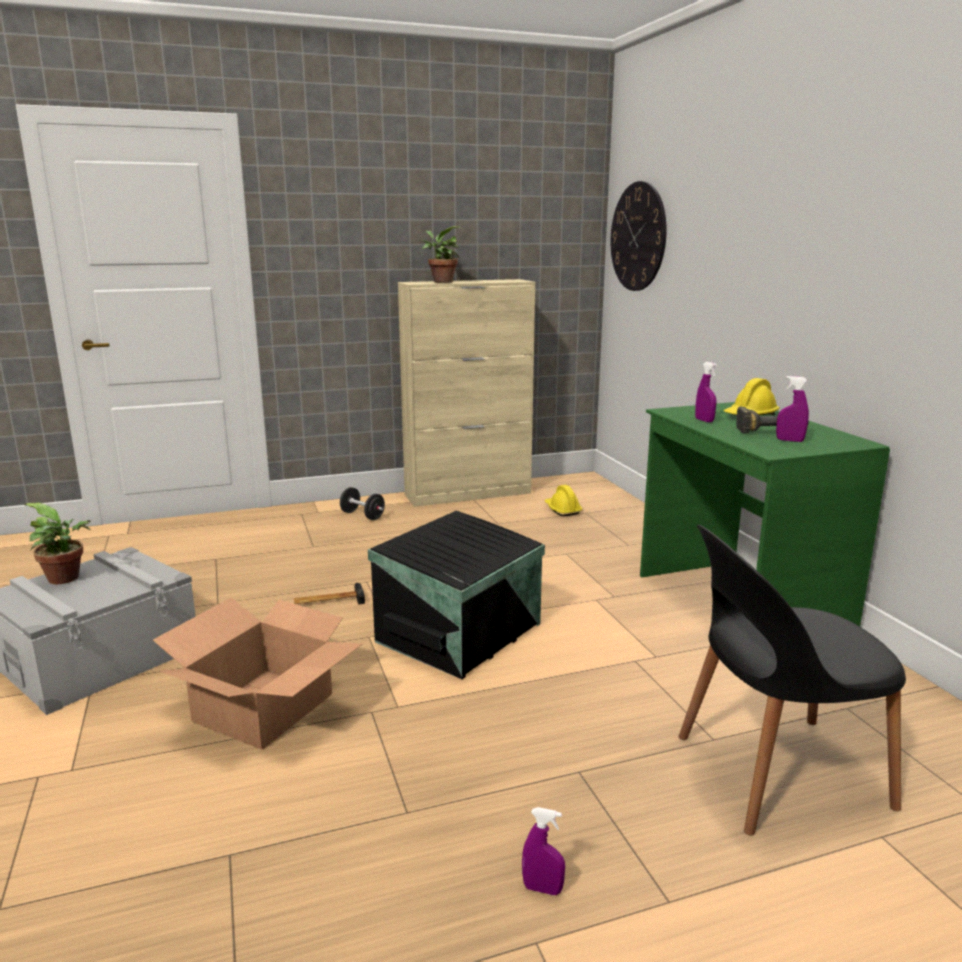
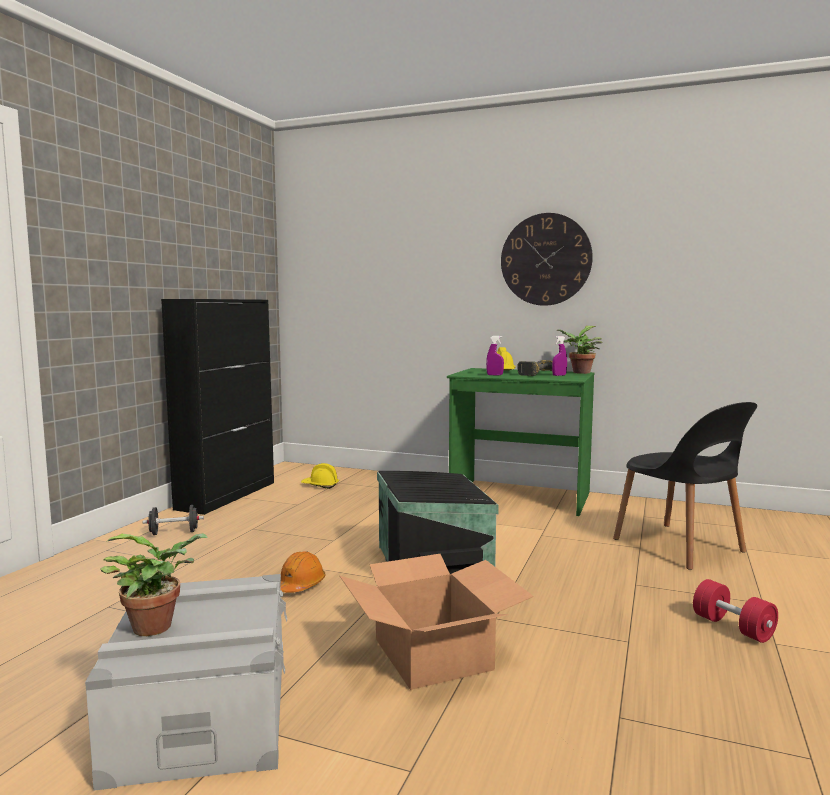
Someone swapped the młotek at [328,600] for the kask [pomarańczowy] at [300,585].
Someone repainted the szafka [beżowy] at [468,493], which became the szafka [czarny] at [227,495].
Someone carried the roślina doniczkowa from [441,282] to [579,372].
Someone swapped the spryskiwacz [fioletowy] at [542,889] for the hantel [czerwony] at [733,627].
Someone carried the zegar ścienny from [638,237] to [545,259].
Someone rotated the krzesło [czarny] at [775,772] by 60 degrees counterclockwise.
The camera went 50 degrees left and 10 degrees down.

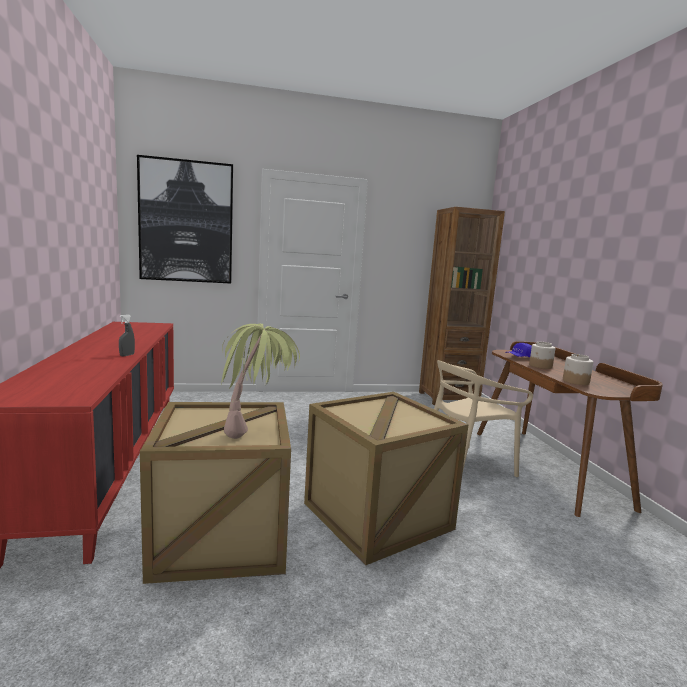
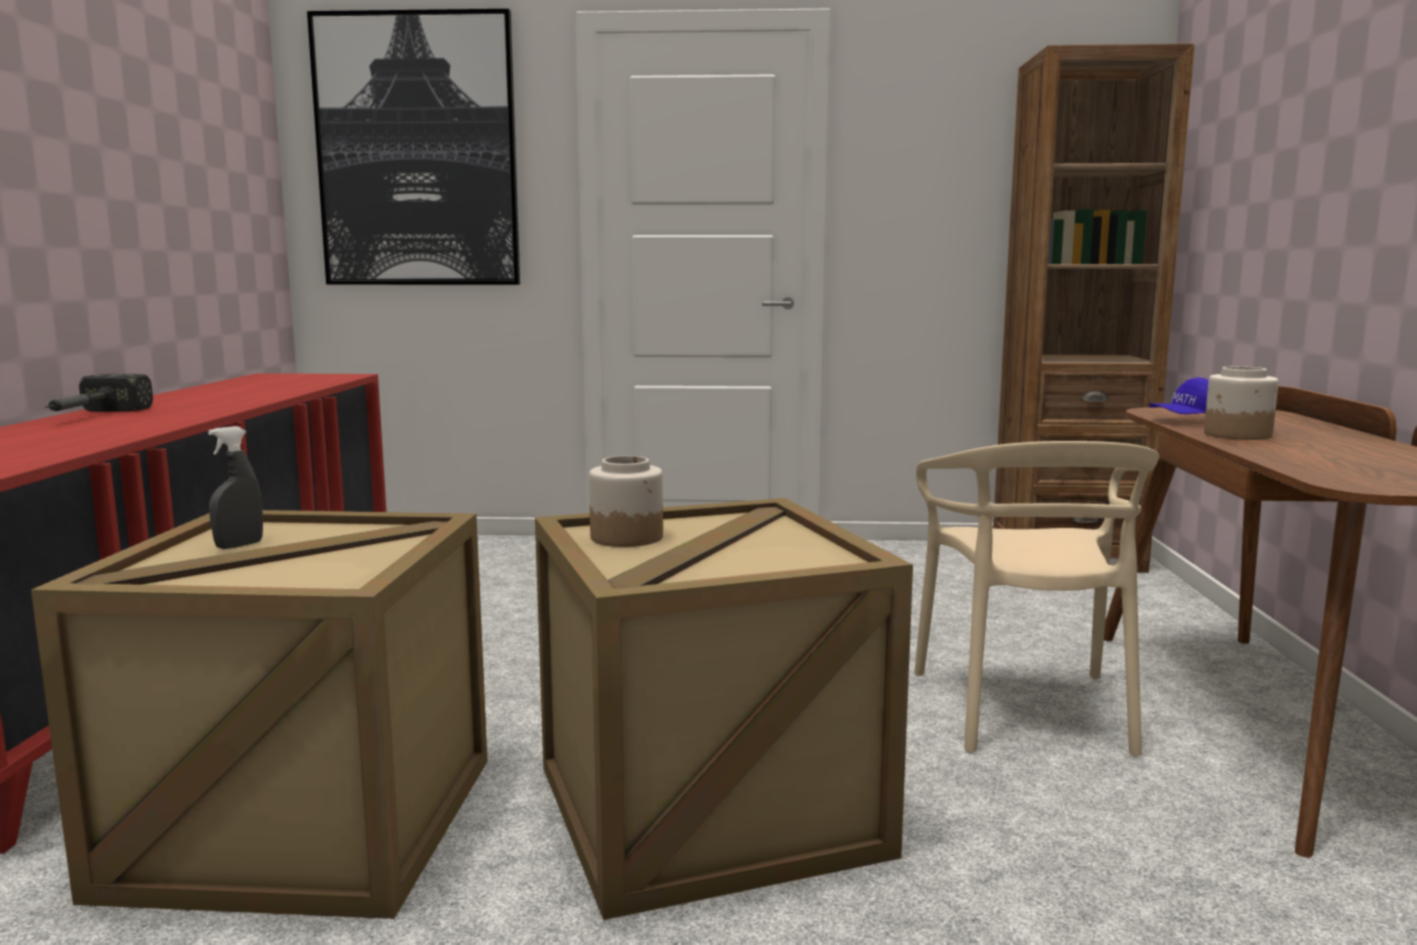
Someone carried the spryskiwacz [szary] from [127,355] to [239,545].
Someone took away the roślina doniczkowa at [257,430].
Someone rotated the krzesło [beżowy] at [466,465] by 75 degrees counterclockwise.
Someone carried the słoik from [575,381] to [627,537].
Someone put down the młotek at [91,416].
The camera went 15 degrees right and 0 degrees up.

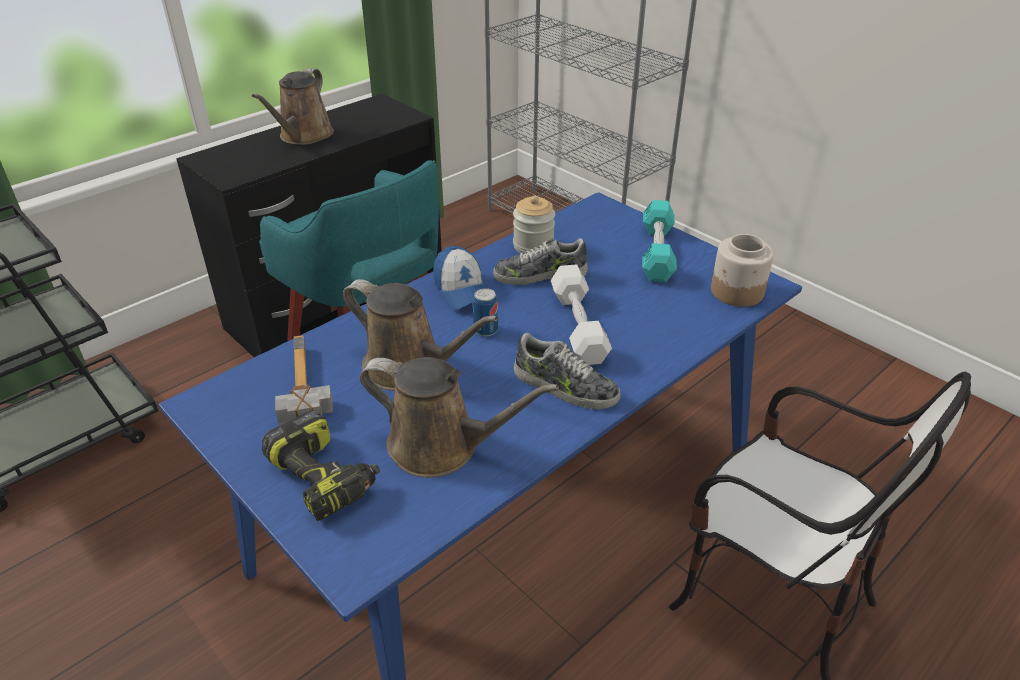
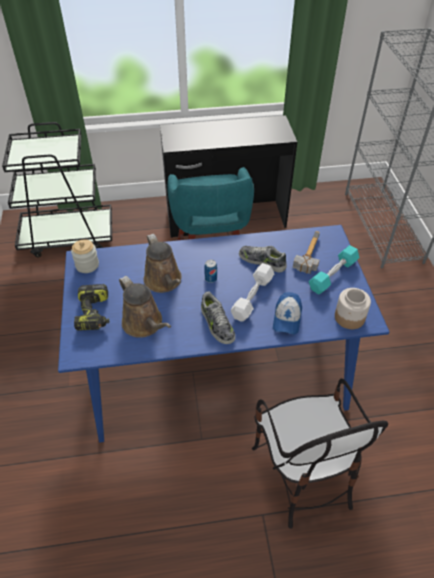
Someone took away the konewka [brązowy] at [303,136].
Someone carried the młotek from [297,389] to [306,254].
Someone carried the czapka z daszkiem from [461,290] to [287,318].
Someone carried the słoik from [533,246] to [87,265].
The camera went 35 degrees right and 10 degrees up.

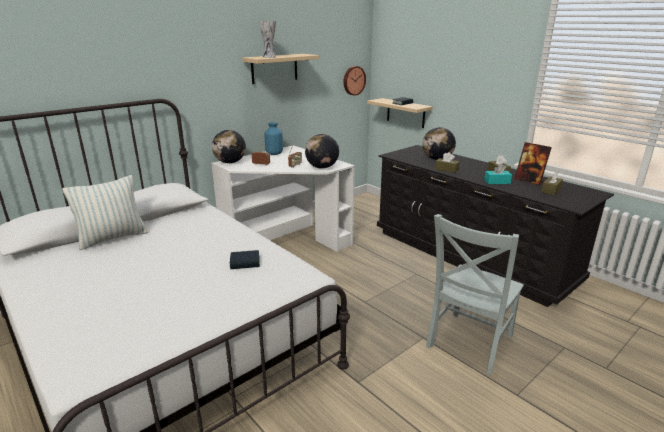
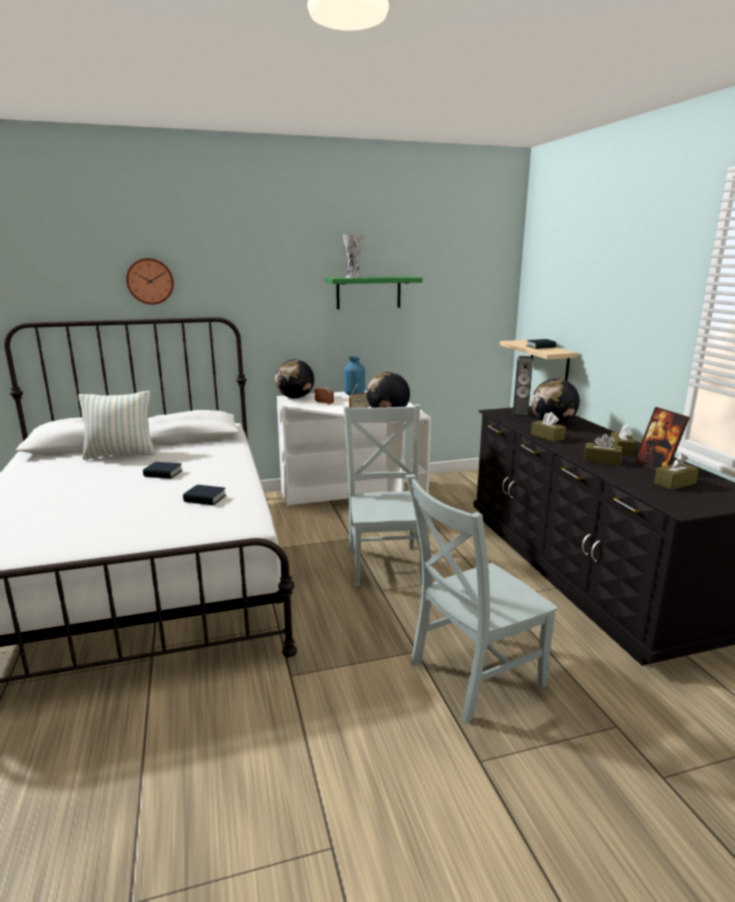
Someone repainted the półka [beżowy] at [274,68], which became the półka [zielony] at [368,292].
Someone carried the zegar ścienny from [353,80] to [150,281].
Someone repainted the pudełko chusteczek [turkusowy] at [497,182], which became the pudełko chusteczek [brązowy] at [601,461].
Someone put down the książka at [163,474].
Someone put down the krzesło [szary] at [385,562].
Someone put down the głośnik at [520,414].
The camera went 25 degrees right and 5 degrees down.

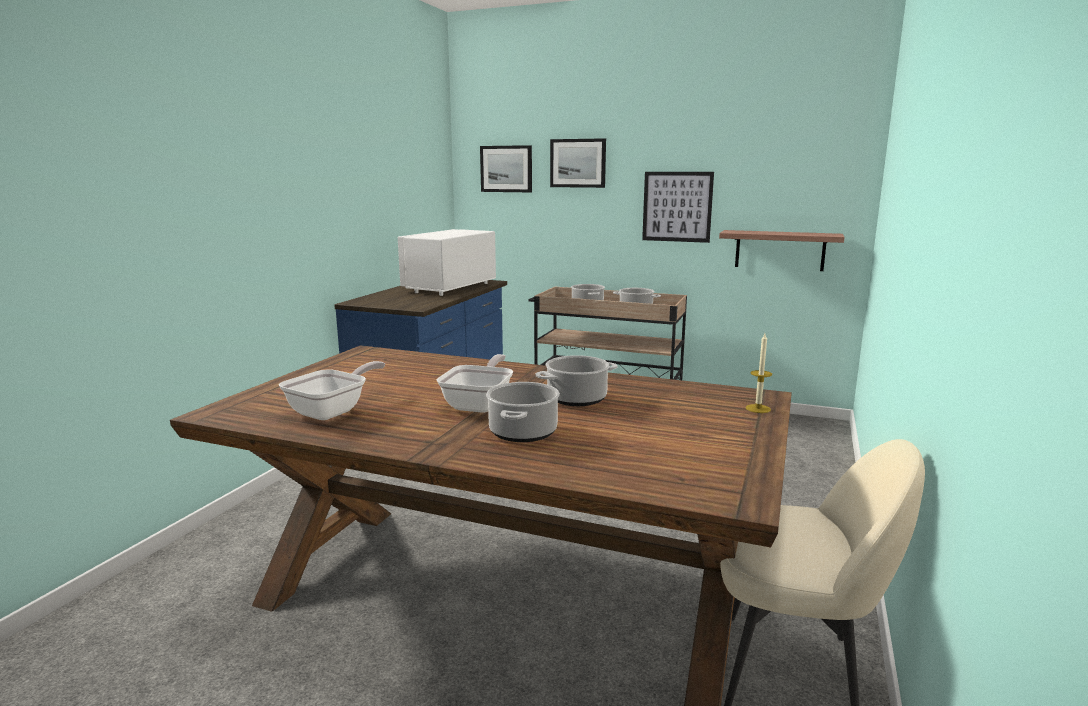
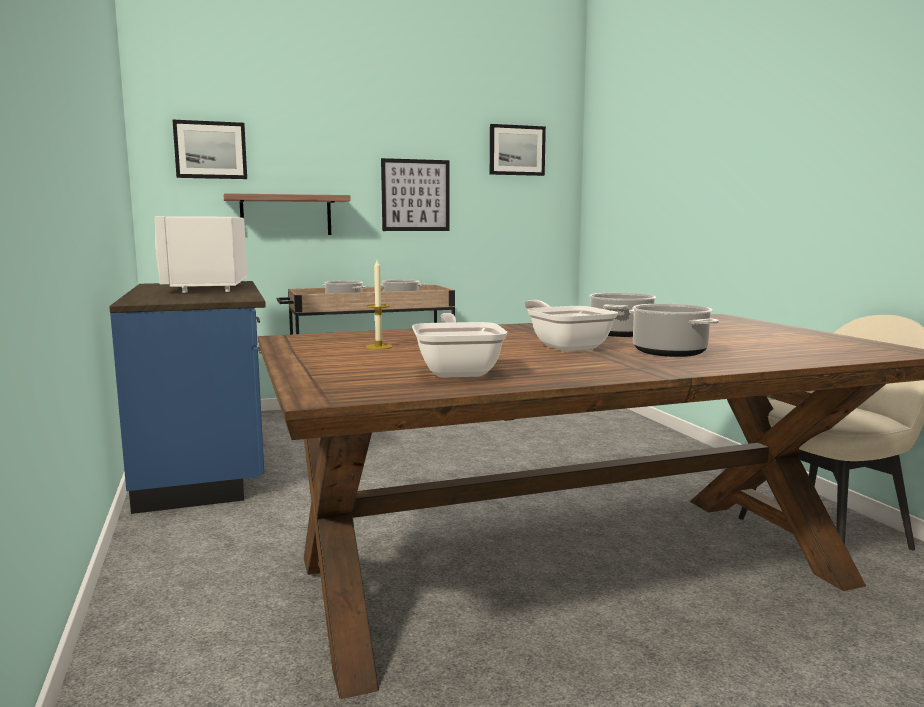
Someone carried the obraz from [578,163] to [516,150].
Someone carried the półka from [779,250] to [286,215].
Someone carried the świeca from [758,408] to [378,347].
The camera went 40 degrees left and 5 degrees down.

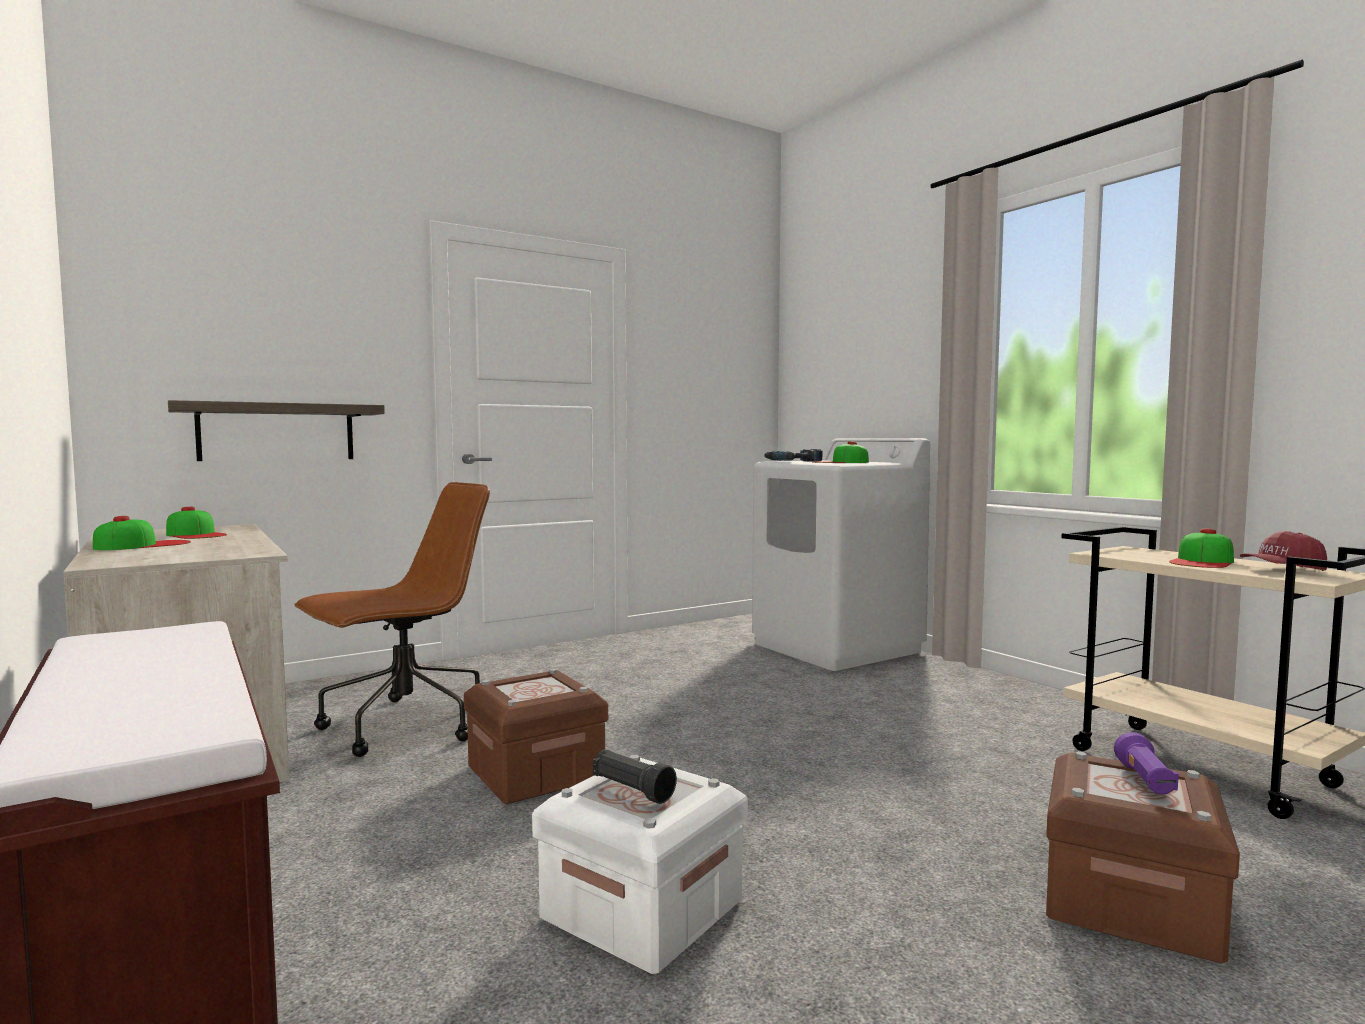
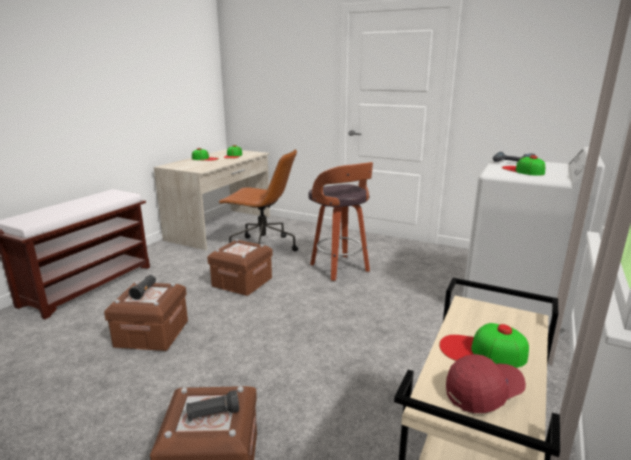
Someone took away the półka at [277,432].
Someone repainted the pojemnik do przechowywania [biały] at [642,909], which became the pojemnik do przechowywania [brązowy] at [152,334].
Someone repainted the latarka [fioletowy] at [1145,781], which became the latarka [czarny] at [213,414].
Someone rotated the czapka z daszkiem [czerwony] at [1282,569] by 105 degrees clockwise.
Someone put down the stołek at [340,269].
The camera went 60 degrees right and 15 degrees up.

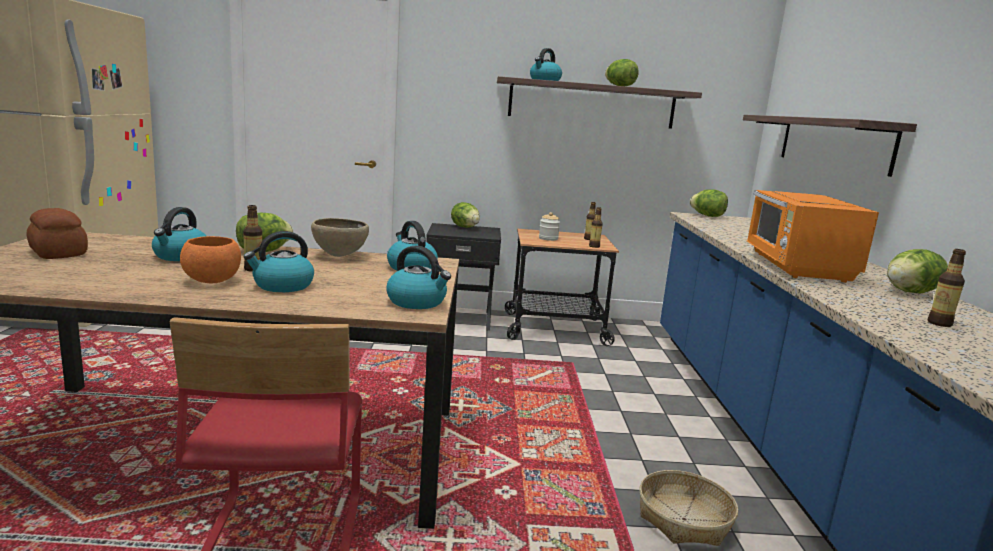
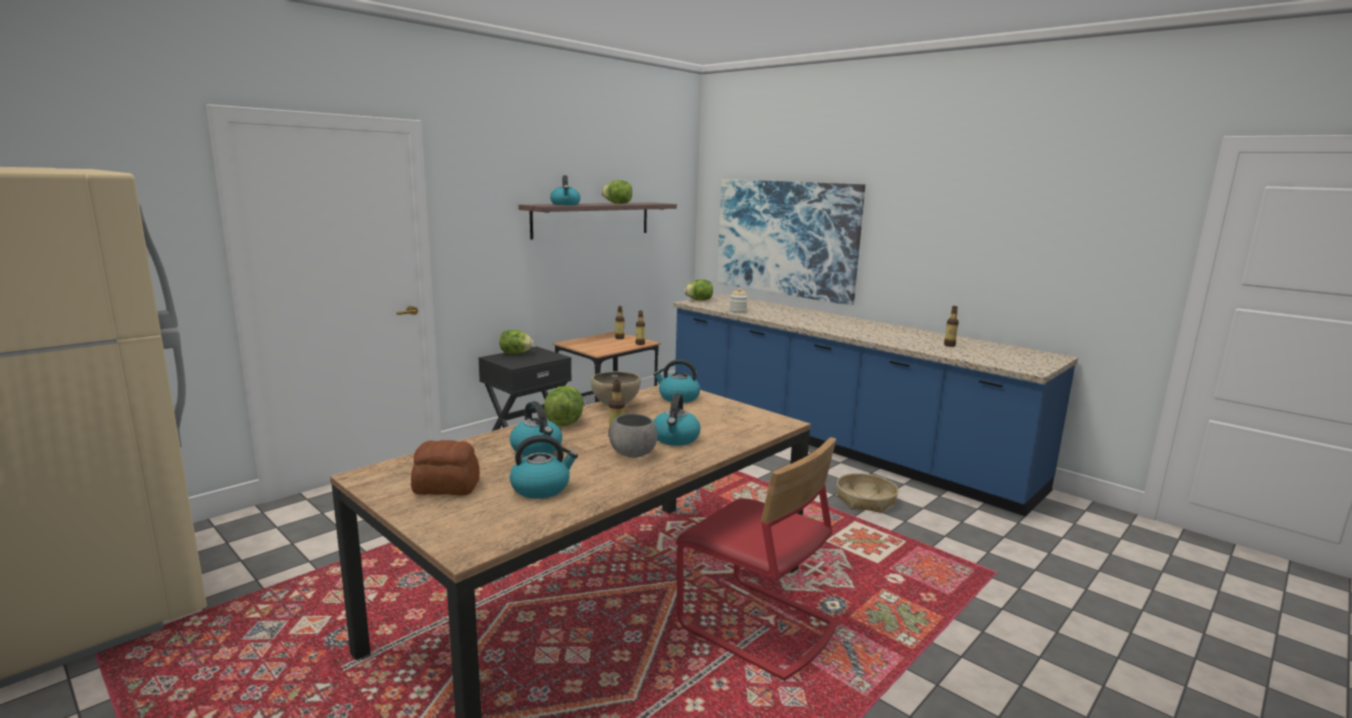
Someone repainted the miska [pomarańczowy] at [213,281], which became the miska [szary] at [633,454].
Someone carried the czajnik from [417,302] to [541,488].
Someone carried the słoik from [548,238] to [738,311].
Someone swapped the półka at [833,143] for the obraz at [785,238].
Someone took away the mikrofalówka [pomarańczowy] at [797,267].
Someone took away the sałata at [910,292].
The camera went 45 degrees left and 0 degrees up.

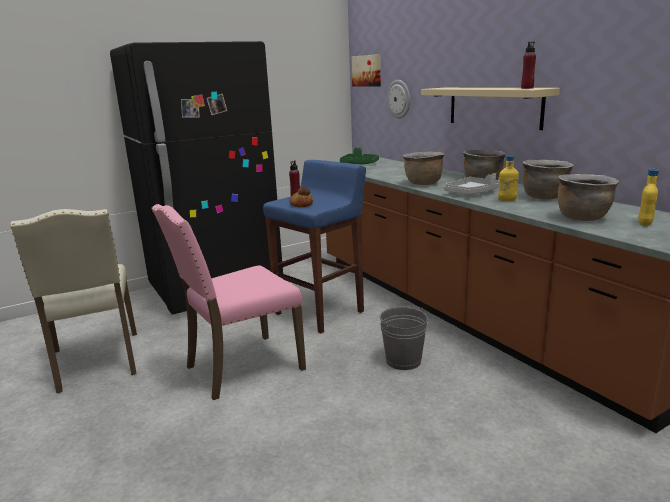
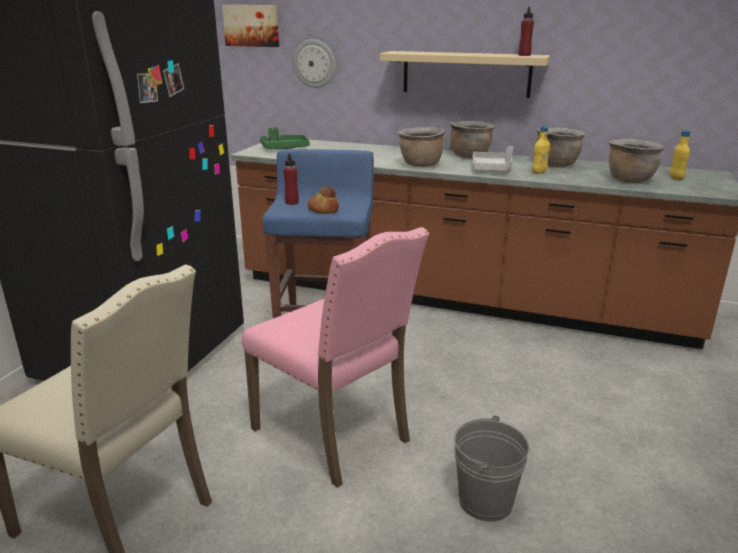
Someone rotated the krzesło [różowy] at [241,367] by 60 degrees counterclockwise.
Someone carried the wiadro [szary] from [403,360] to [485,501].
The camera went 40 degrees left and 5 degrees up.

